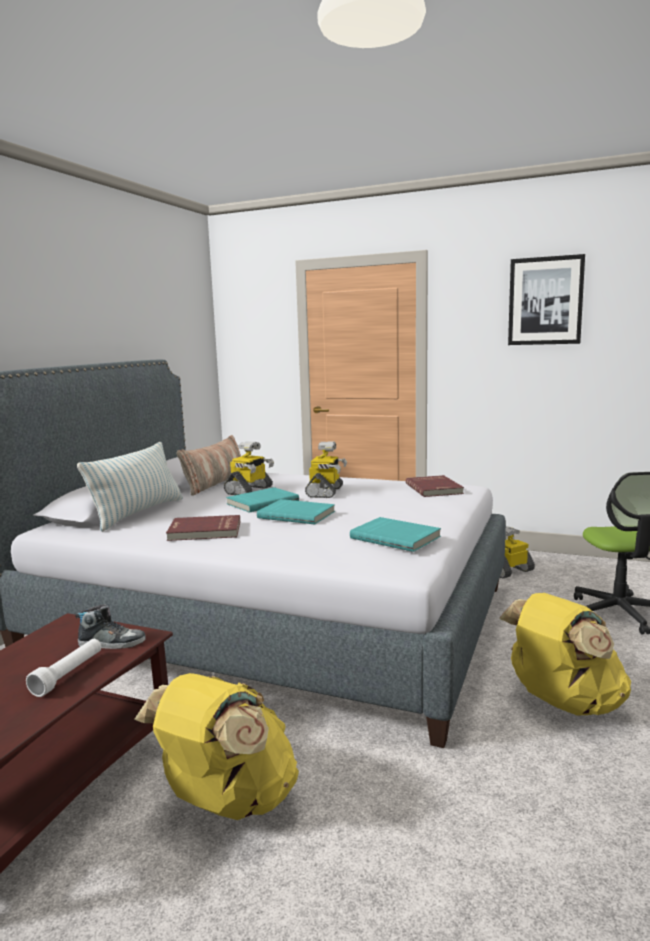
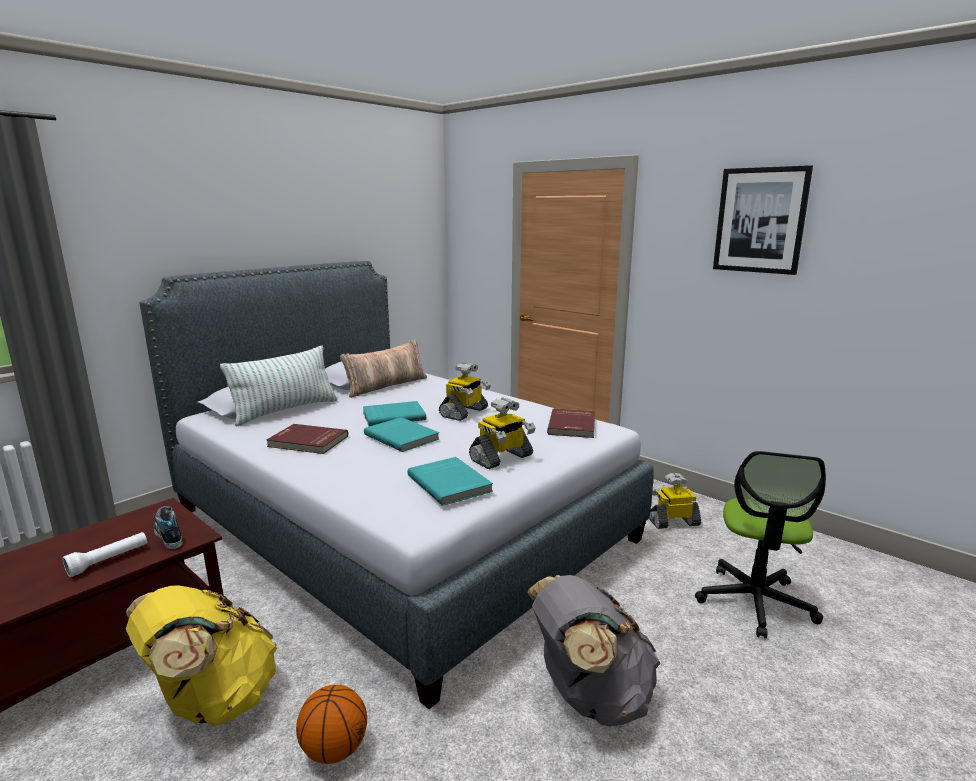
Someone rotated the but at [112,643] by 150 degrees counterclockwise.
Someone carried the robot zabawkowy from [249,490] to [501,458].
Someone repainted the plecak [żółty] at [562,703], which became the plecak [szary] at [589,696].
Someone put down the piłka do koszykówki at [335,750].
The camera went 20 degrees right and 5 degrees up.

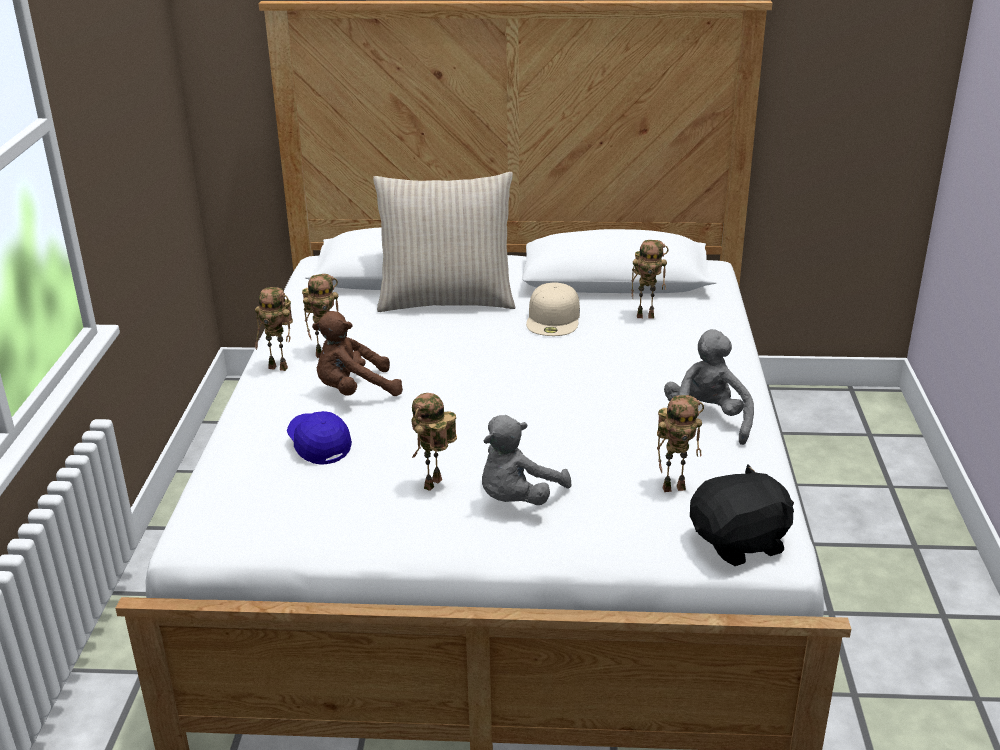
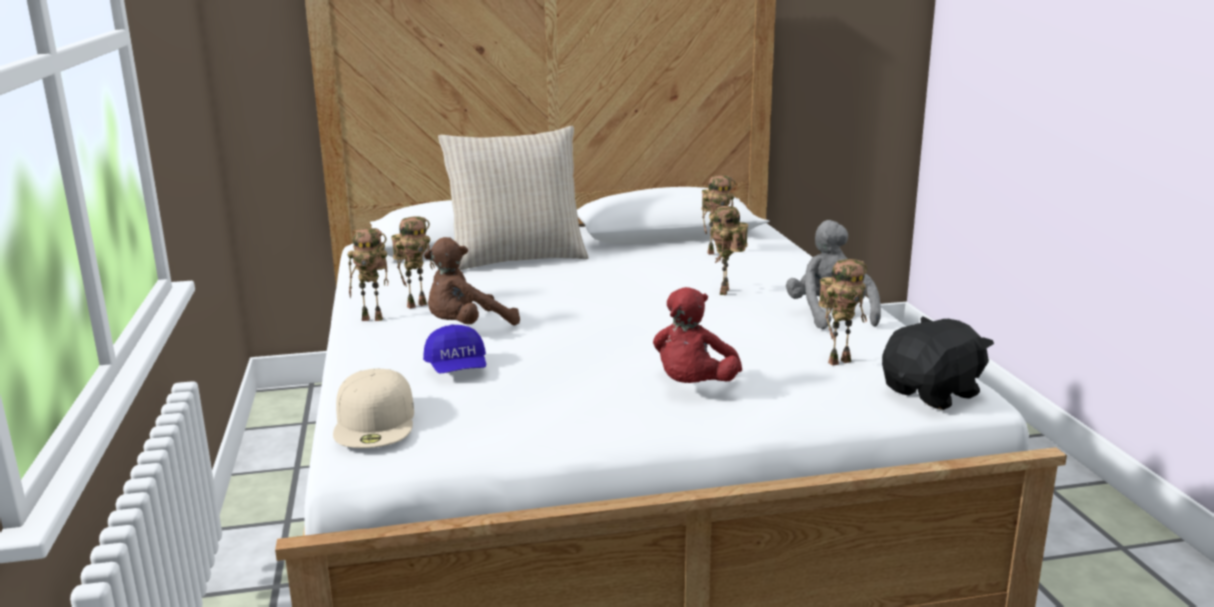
Someone rotated the czapka z daszkiem [niebieski] at [318,445] by 150 degrees counterclockwise.
Someone carried the robot zabawkowy from [434,485] to [726,292].
Someone repainted the pluszak [szary] at [518,499], which became the pluszak [czerwony] at [693,387].
Someone carried the czapka z daszkiem [beżowy] from [554,319] to [376,422].
The camera went 15 degrees left and 10 degrees down.

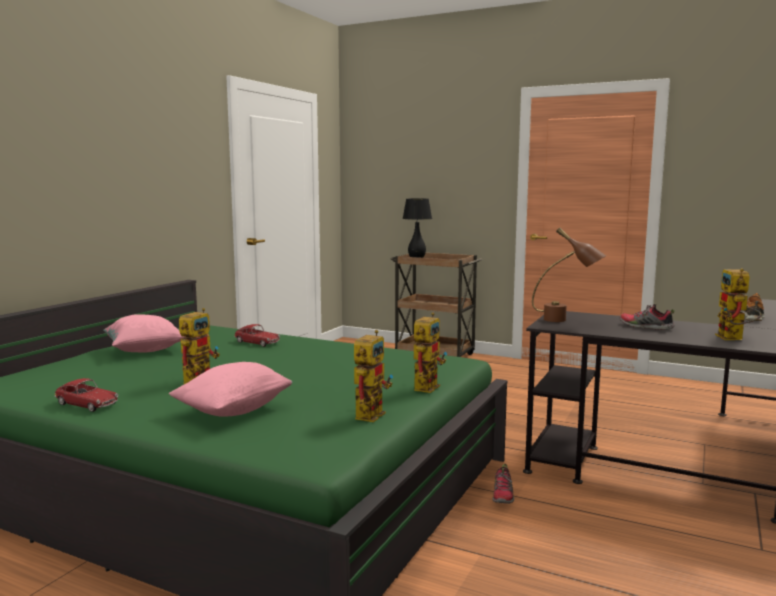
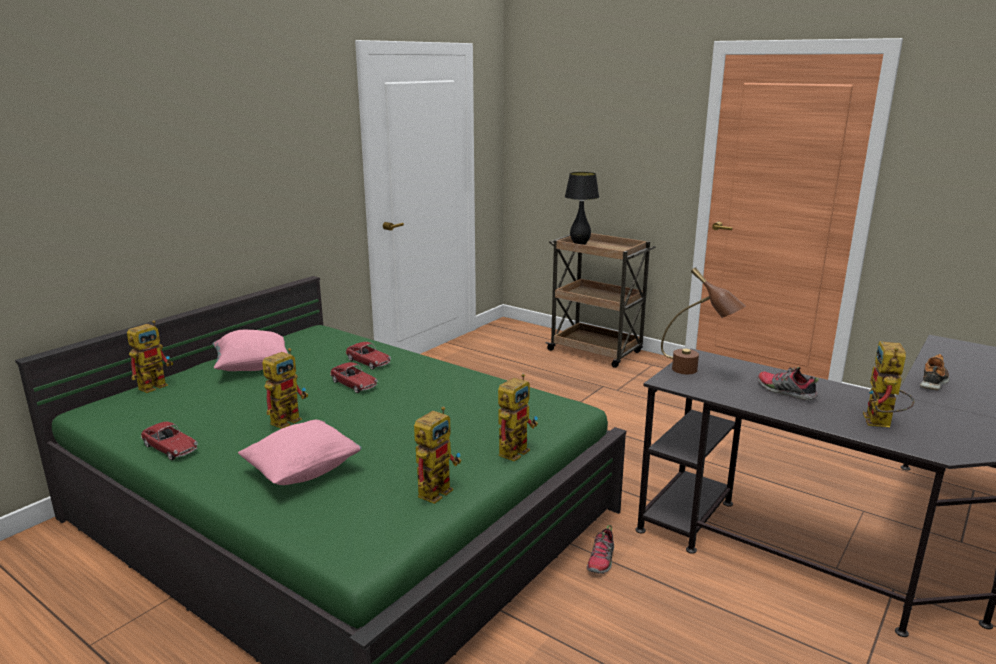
Someone put down the robot zabawkowy at [157,384].
Someone put down the samochodzik at [354,384].
The camera went 10 degrees right and 10 degrees up.

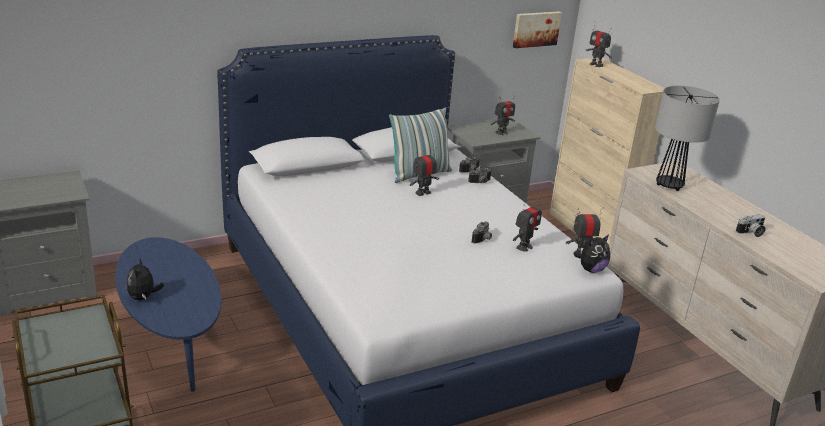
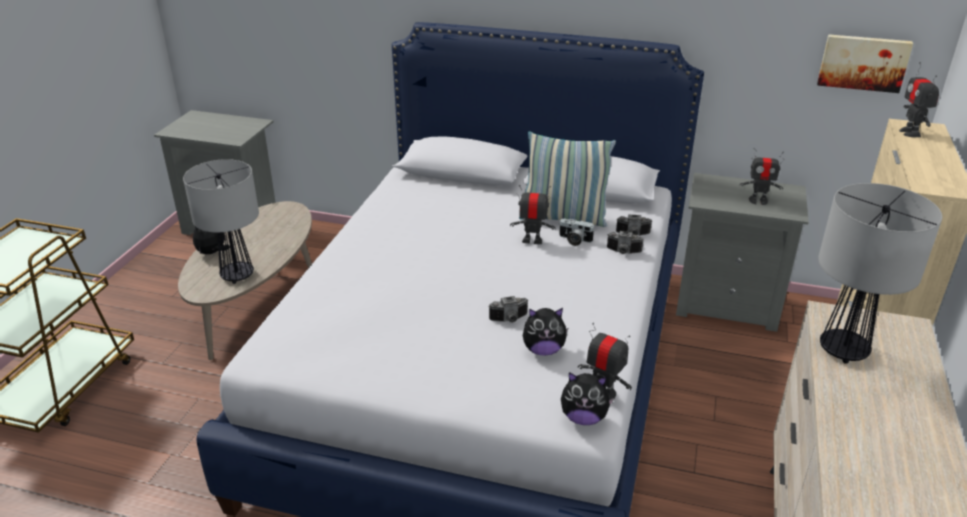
Someone repainted the ława [niebieski] at [171,338], which became the ława [beżowy] at [259,304].
Someone swapped the robot zabawkowy at [524,247] for the pluszak at [543,350].
Someone carried the aparat fotograficzny from [750,233] to [574,240].
Someone put down the lampa stołowa at [236,275].
The camera went 45 degrees right and 5 degrees up.

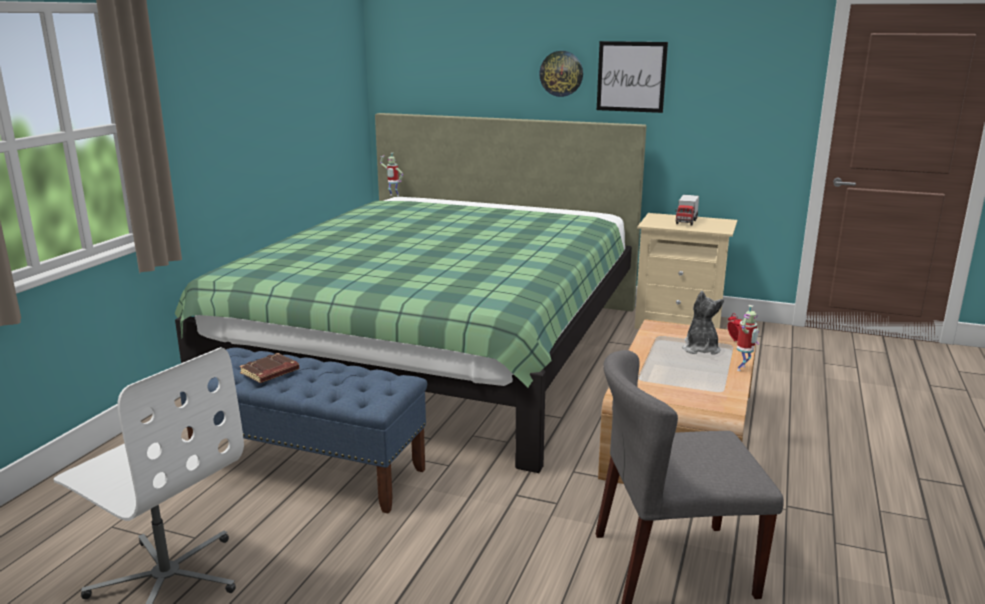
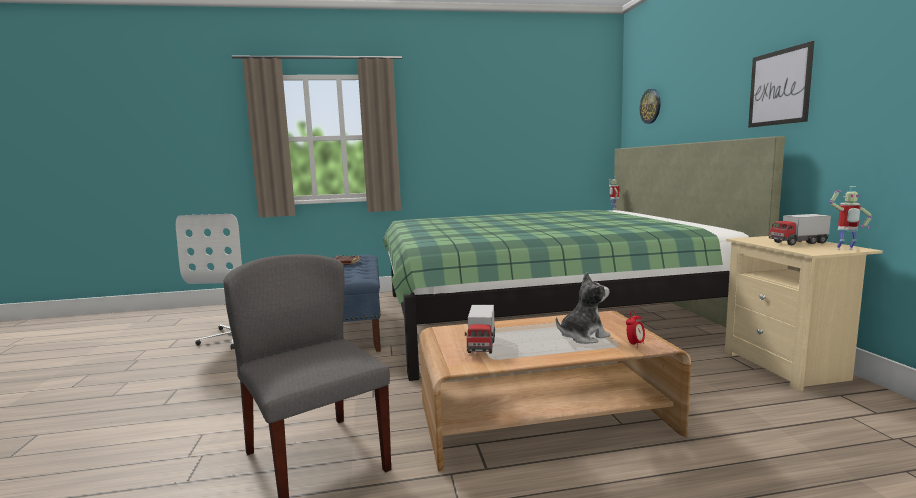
Someone carried the zegar ścienny from [561,73] to [650,106].
Someone carried the robot zabawkowy from [743,369] to [845,250].
Someone put down the ciężarówka zabawkowa at [481,345].
The camera went 60 degrees right and 10 degrees down.

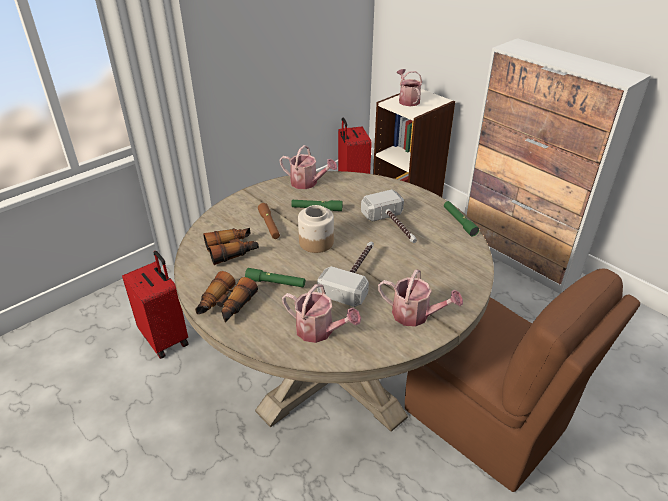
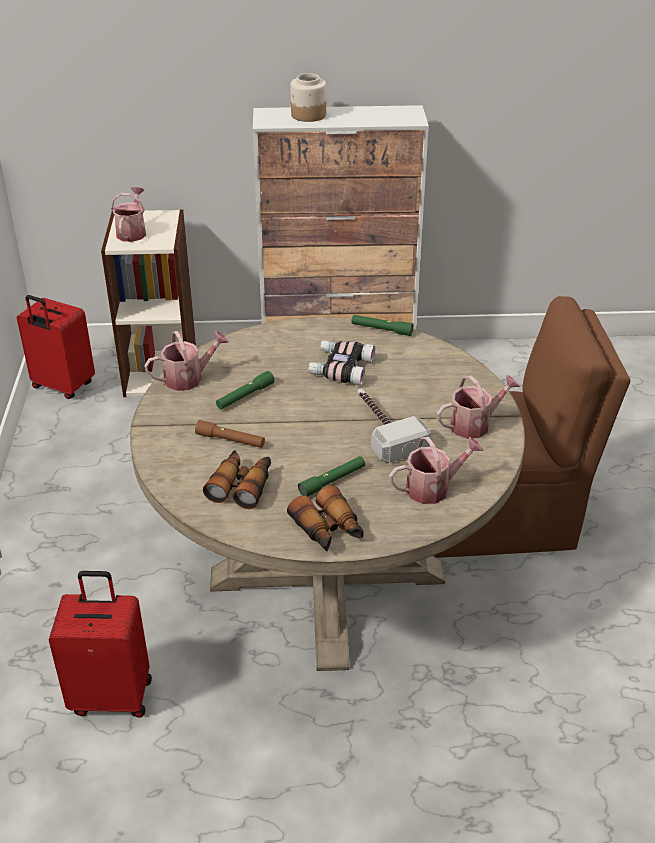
Someone carried the słoik from [315,242] to [308,115].
Someone swapped the młotek at [394,227] for the lornetka at [340,368].
Someone rotated the konewka at [407,100] by 75 degrees clockwise.
The camera went 50 degrees left and 0 degrees up.

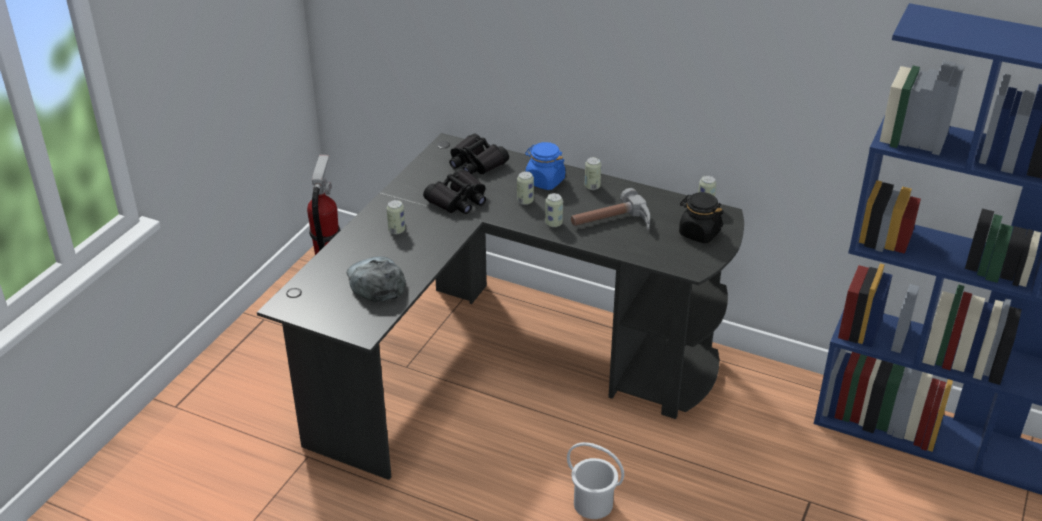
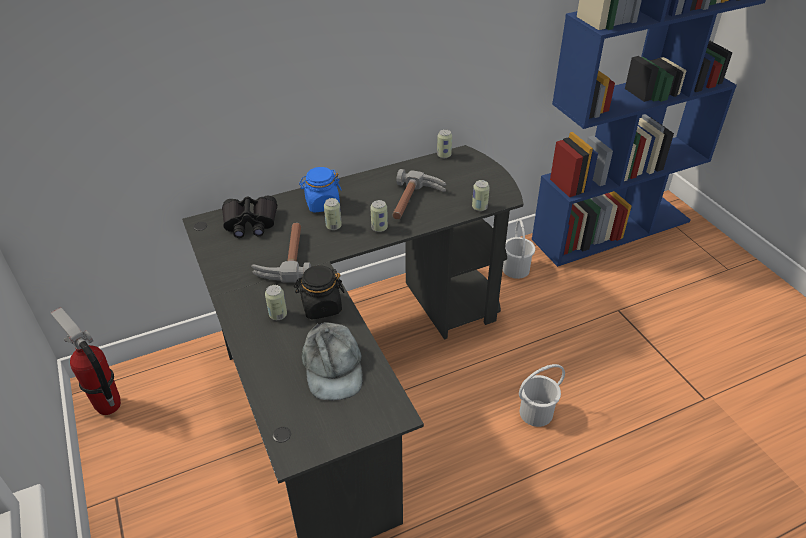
Someone rotated the czapka z daszkiem [szary] at [376,281] by 120 degrees counterclockwise.
Someone swapped the lornetka [czarny] at [458,200] for the młotek at [284,258].
Someone carried the puszka from [592,186] to [479,207].
Someone carried the słoik [czarny] from [699,233] to [321,307].
Someone put down the wiadro [biały] at [515,269].
The camera went 50 degrees left and 5 degrees up.

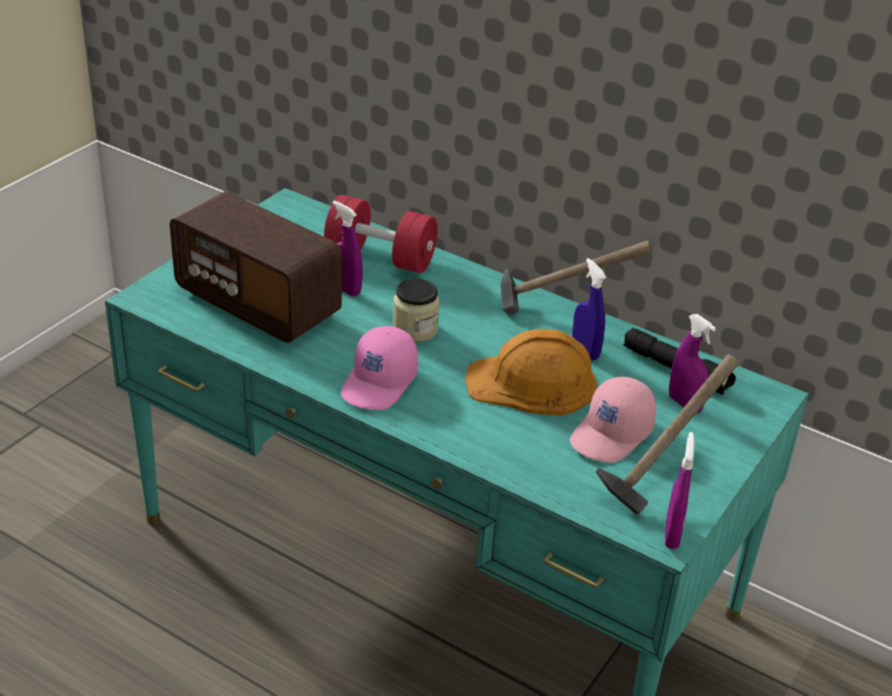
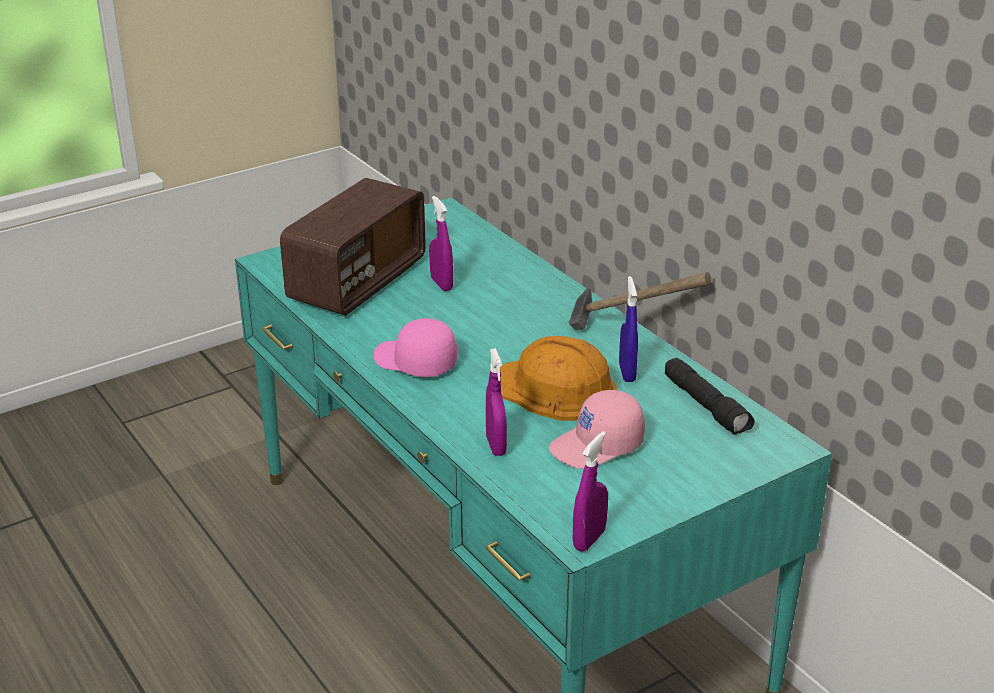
Someone rotated the radio at [258,303] by 120 degrees counterclockwise.
Someone took away the hantel [czerwony] at [380,257].
Someone rotated the czapka z daszkiem [różowy] at [380,383] by 75 degrees clockwise.
Someone took away the słoik at [415,330].
Someone took away the młotek at [659,475].
Someone carried the spryskiwacz [fioletowy] from [684,404] to [496,446].
The camera went 25 degrees right and 5 degrees down.

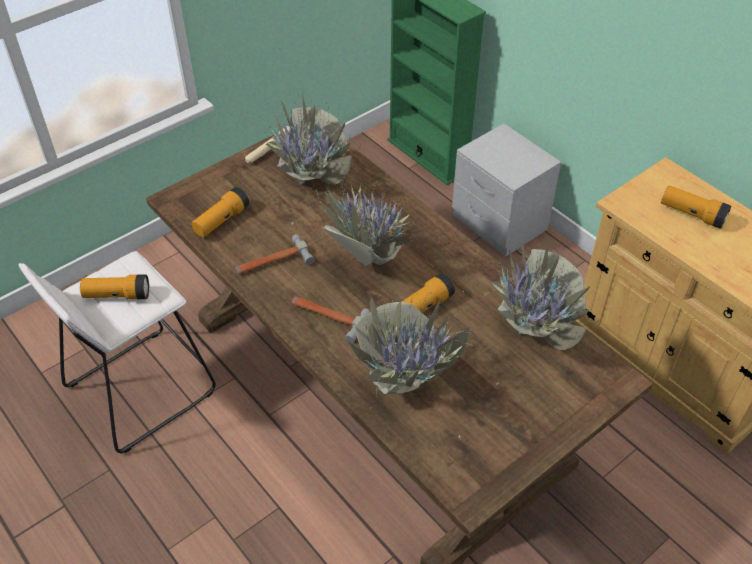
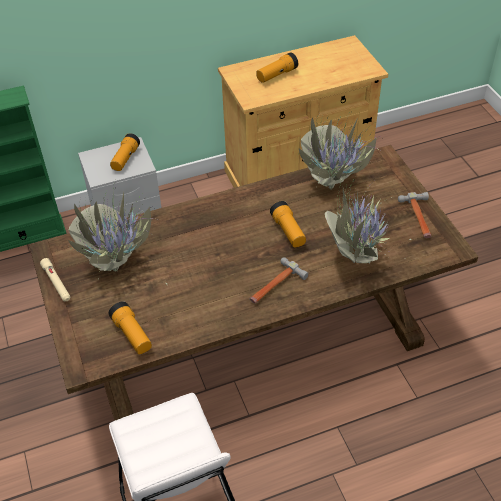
Someone carried the latarka from [117,295] to [125,159].
Someone carried the młotek from [272,262] to [419,218].
Someone took away the roślina doniczkowa at [365,261].
The camera went 70 degrees left and 0 degrees up.

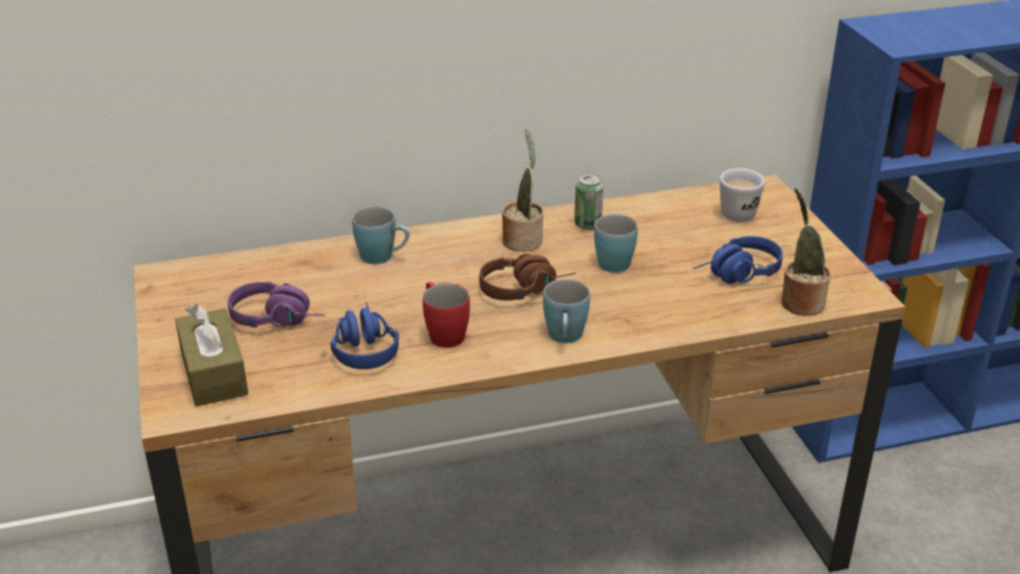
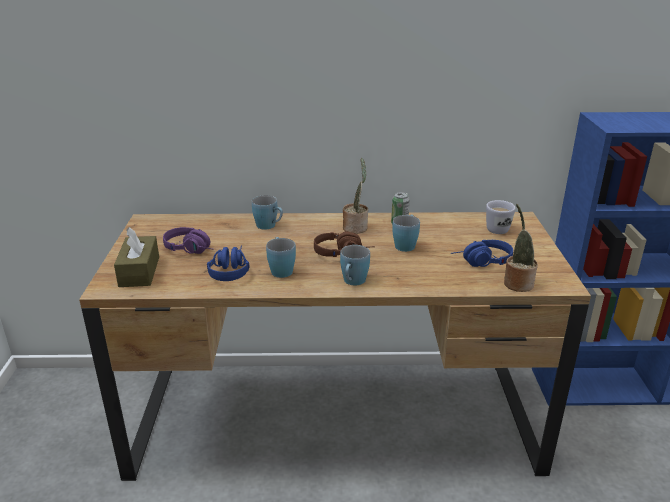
Someone repainted the kubek [czerwony] at [443,333], which became the kubek [niebieski] at [280,269].
The camera went 15 degrees right and 5 degrees down.

